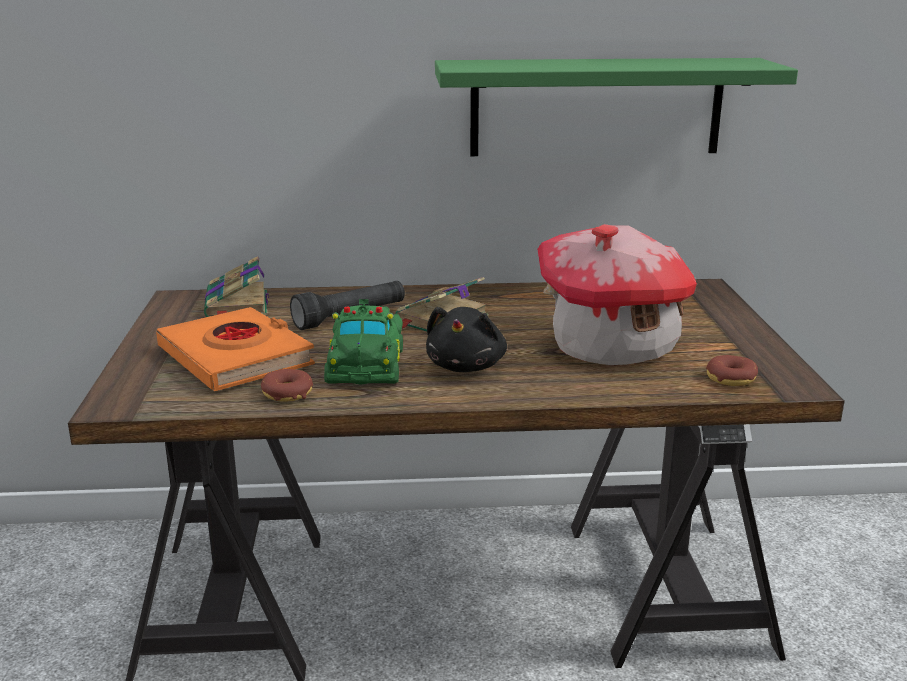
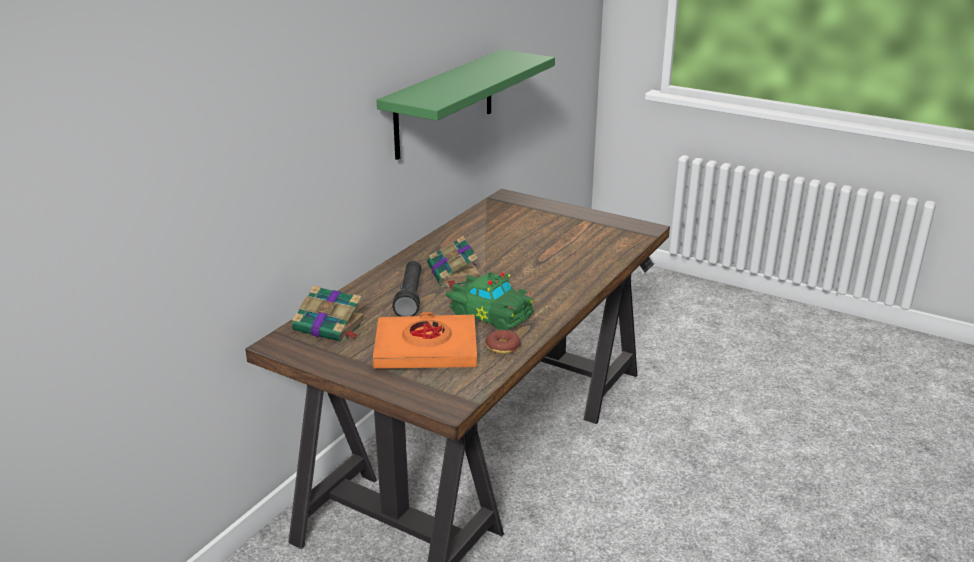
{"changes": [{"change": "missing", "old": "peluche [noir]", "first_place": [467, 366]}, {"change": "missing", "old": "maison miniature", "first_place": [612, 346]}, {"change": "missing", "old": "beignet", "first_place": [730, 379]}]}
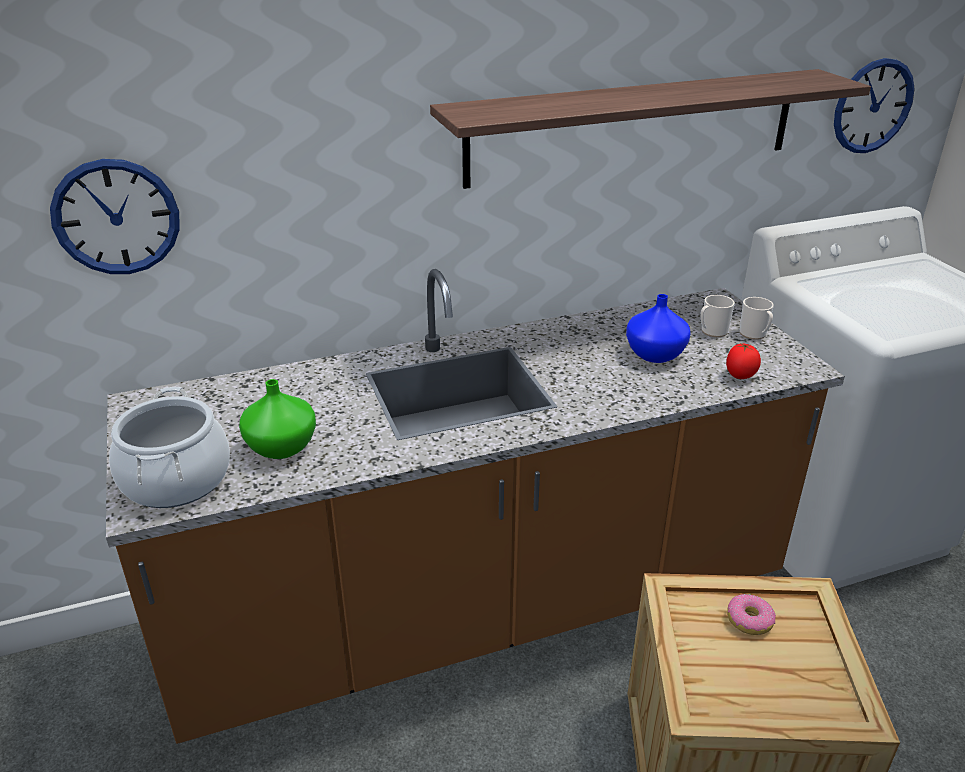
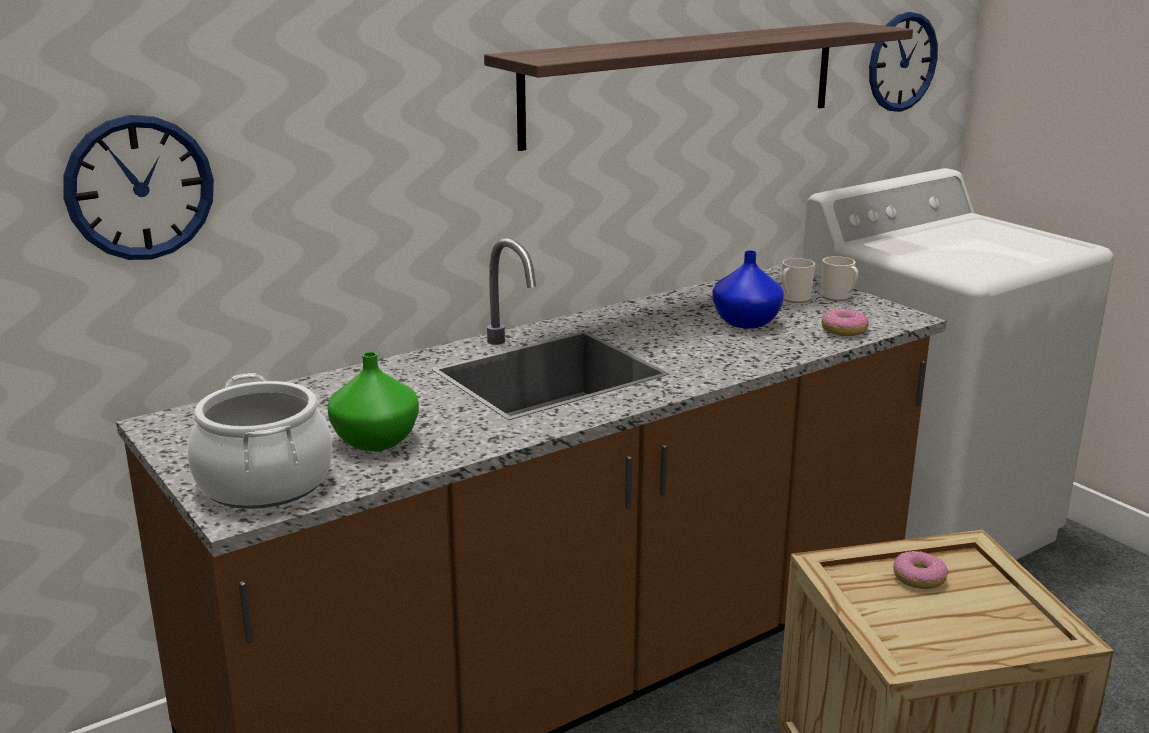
{"changes": [{"change": "exchanged", "old": "tomate", "new": "beignet", "first_place": [740, 376], "second_place": [844, 330]}]}
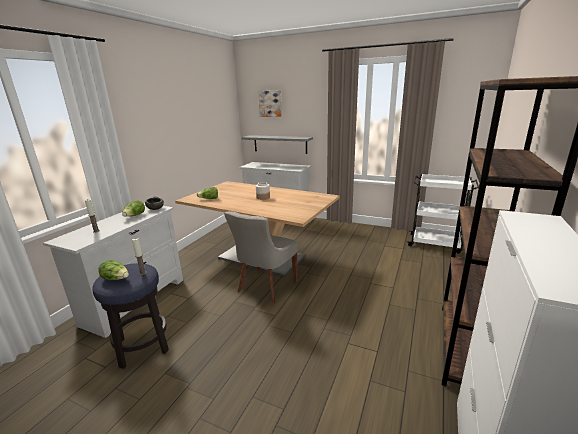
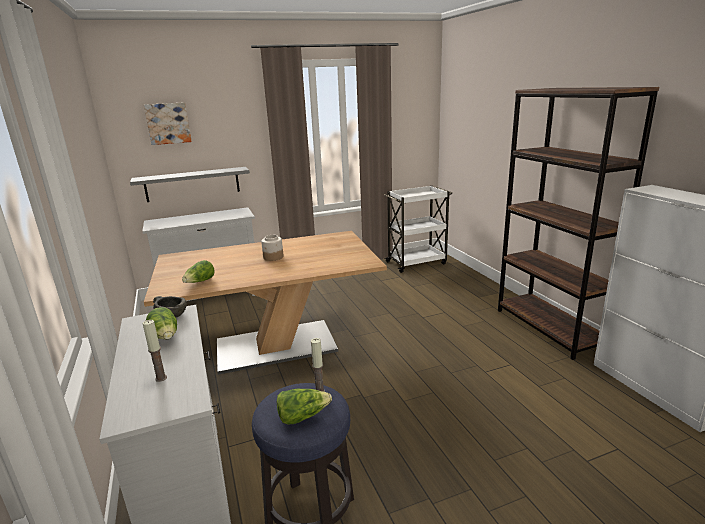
{"changes": [{"change": "missing", "old": "chaise [gris]", "first_place": [266, 286]}]}
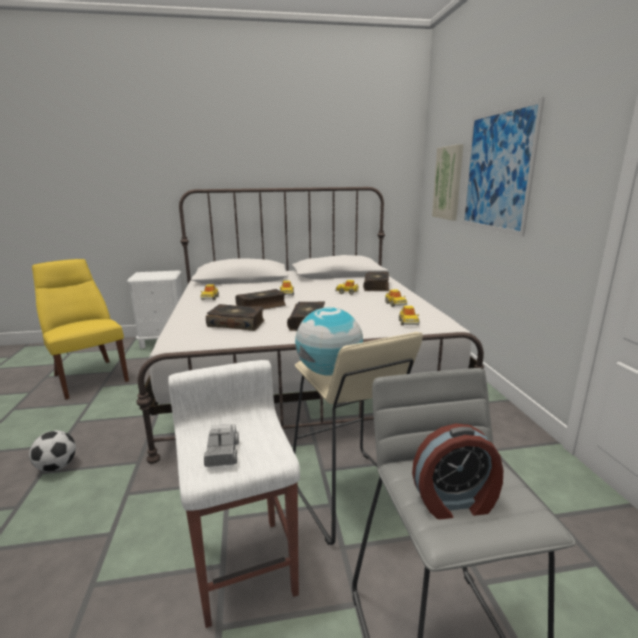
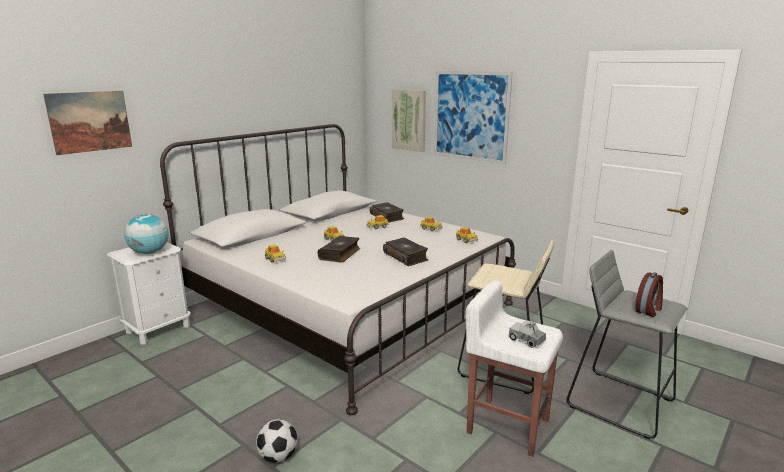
{"changes": [{"change": "missing", "old": "chaise [jaune]", "first_place": [89, 377]}, {"change": "missing", "old": "livre", "first_place": [236, 324]}, {"change": "appeared", "new": "tableau", "second_place": [90, 121]}, {"change": "relocated", "old": "globe", "first_place": [329, 371], "second_place": [149, 252]}]}
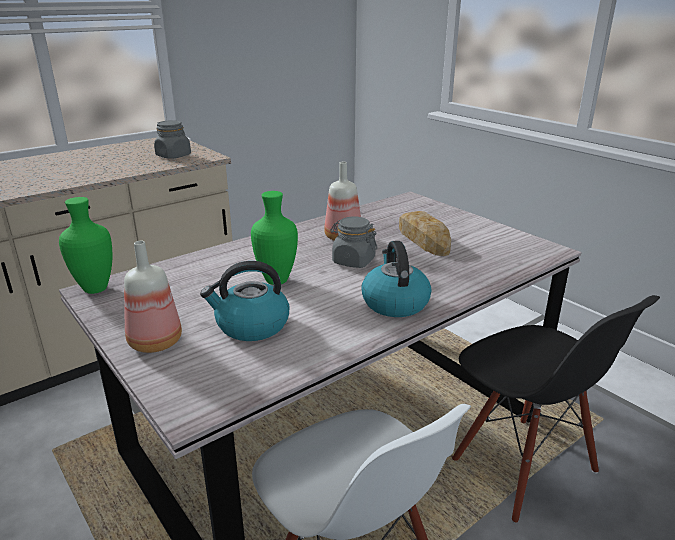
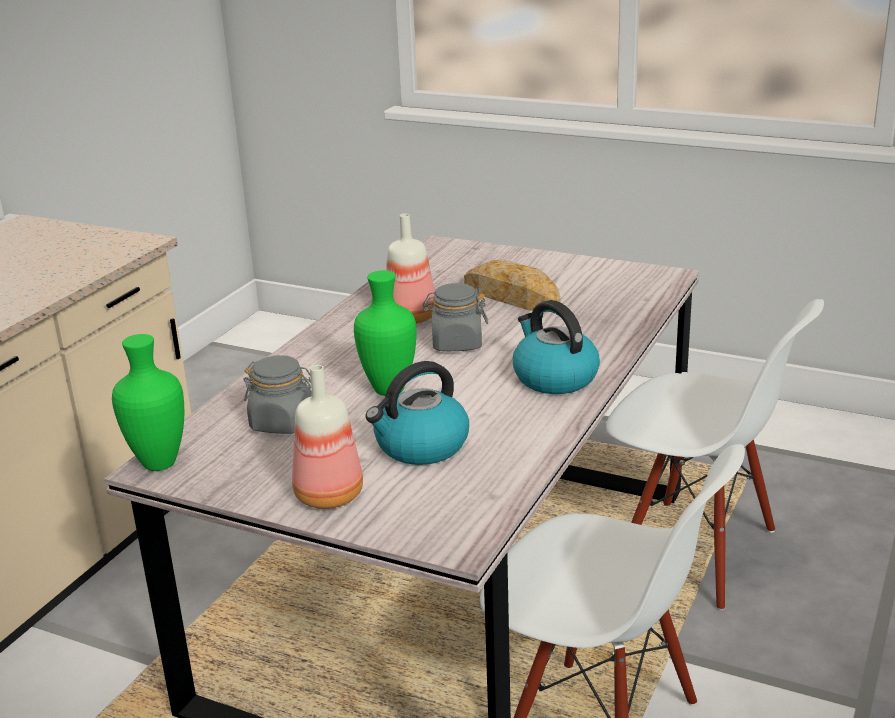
{"changes": [{"change": "relocated", "old": "bocal [gris]", "first_place": [174, 156], "second_place": [283, 422]}, {"change": "colour", "old": "chaise [noir]", "new": "chaise [blanc]", "first_place": [523, 467], "second_place": [696, 552]}]}
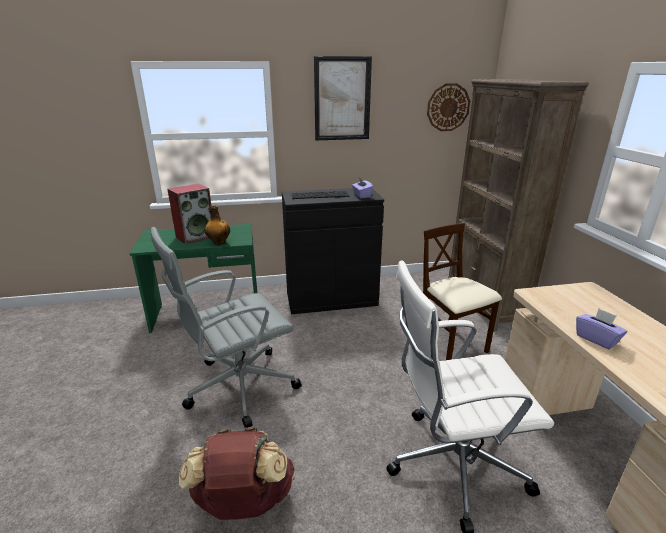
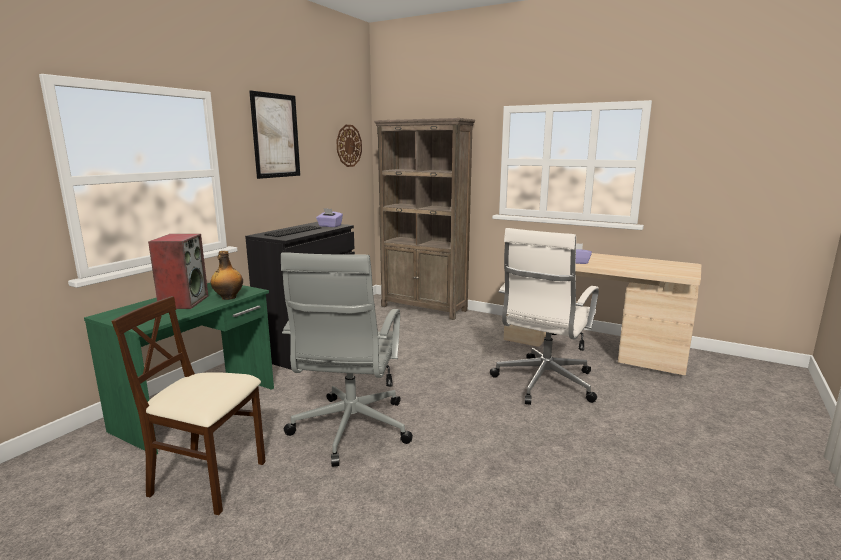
{"changes": [{"change": "missing", "old": "sac à dos [marron]", "first_place": [244, 502]}, {"change": "relocated", "old": "chaise [beige]", "first_place": [450, 345], "second_place": [209, 480]}]}
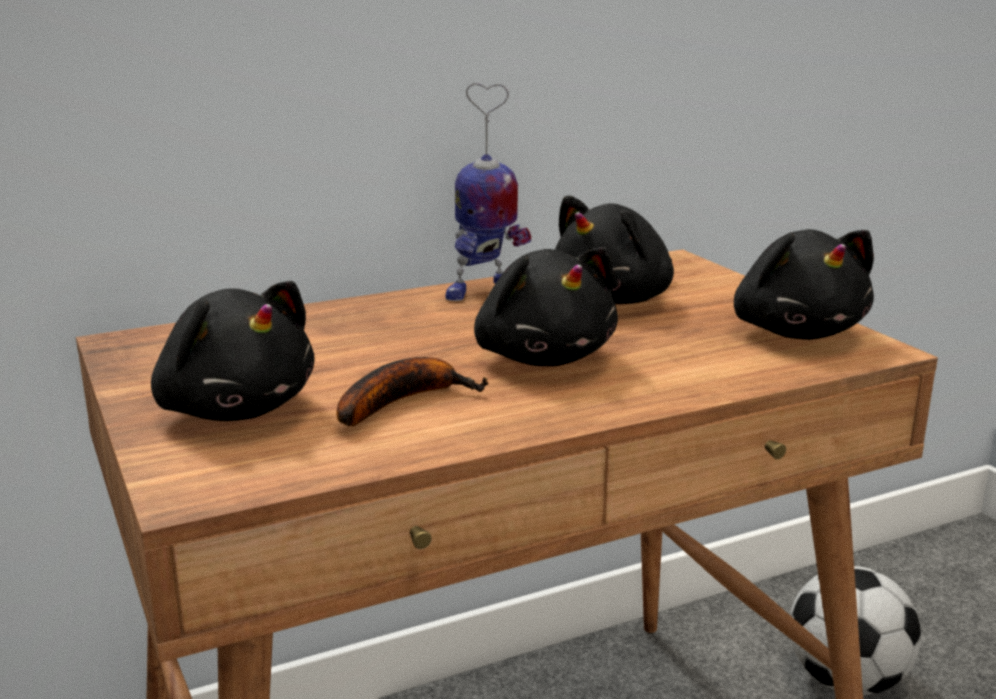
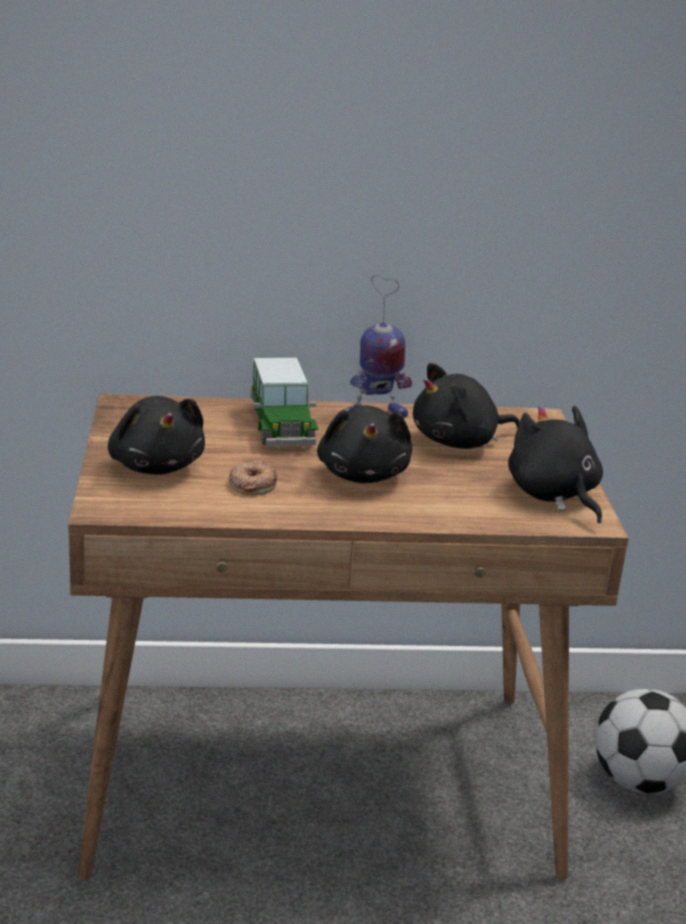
{"changes": [{"change": "appeared", "new": "petite voiture", "second_place": [281, 426]}, {"change": "exchanged", "old": "banane", "new": "beignet", "first_place": [403, 401], "second_place": [252, 484]}, {"change": "spun", "old": "peluche [noir]", "first_place": [796, 331], "second_place": [553, 496], "degrees": 150}]}
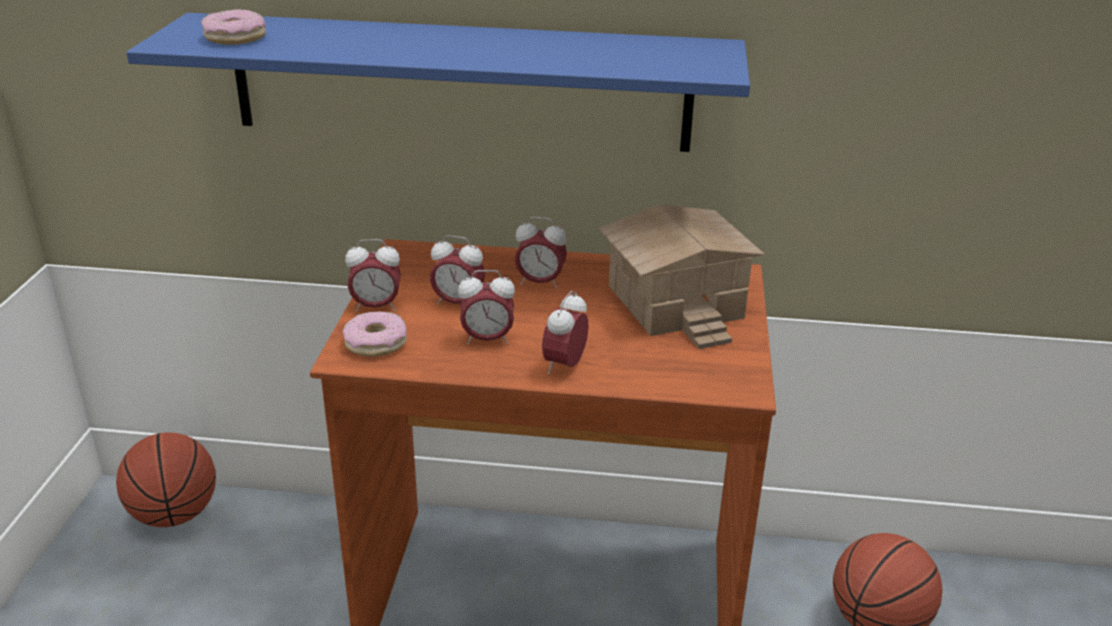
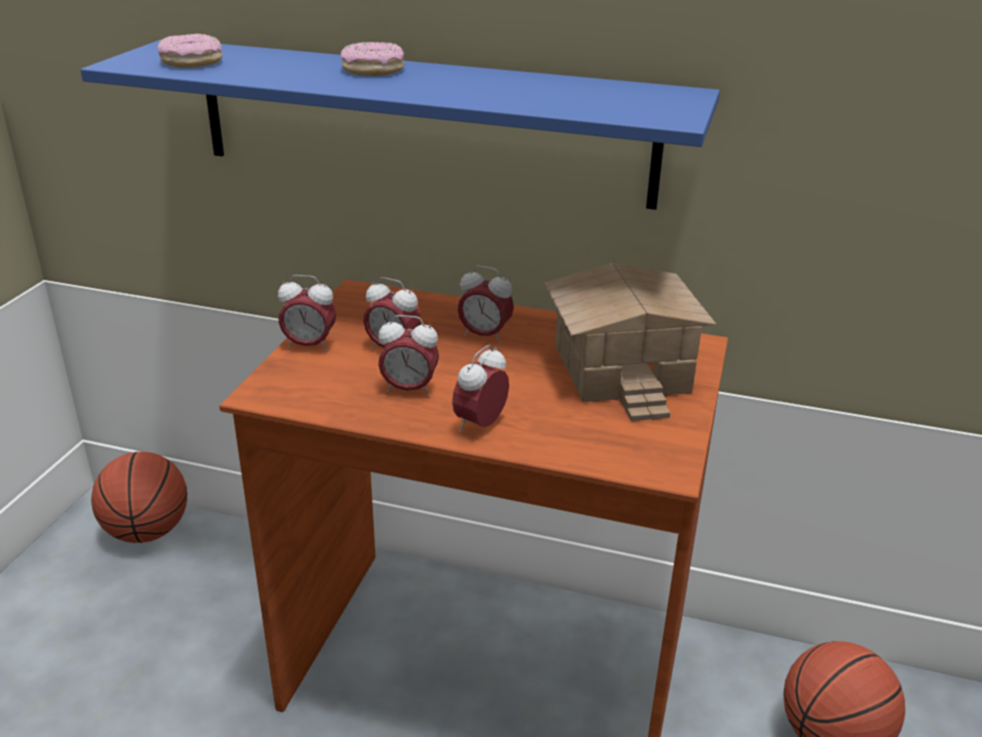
{"changes": [{"change": "relocated", "old": "beignet", "first_place": [376, 343], "second_place": [373, 70]}]}
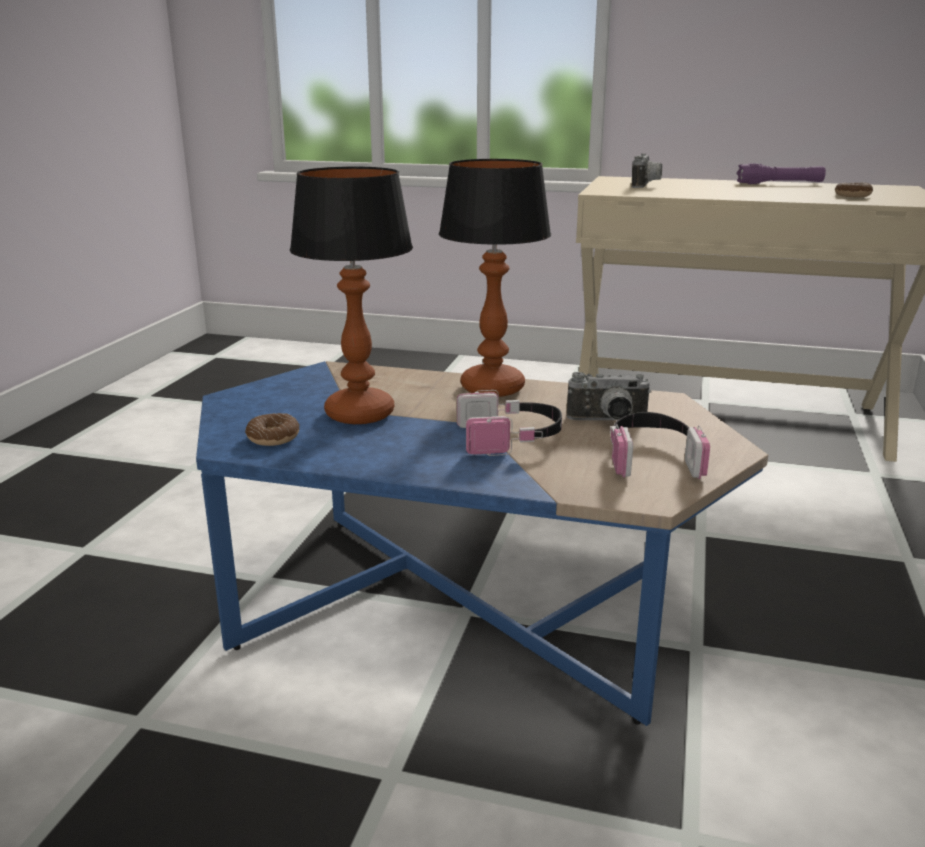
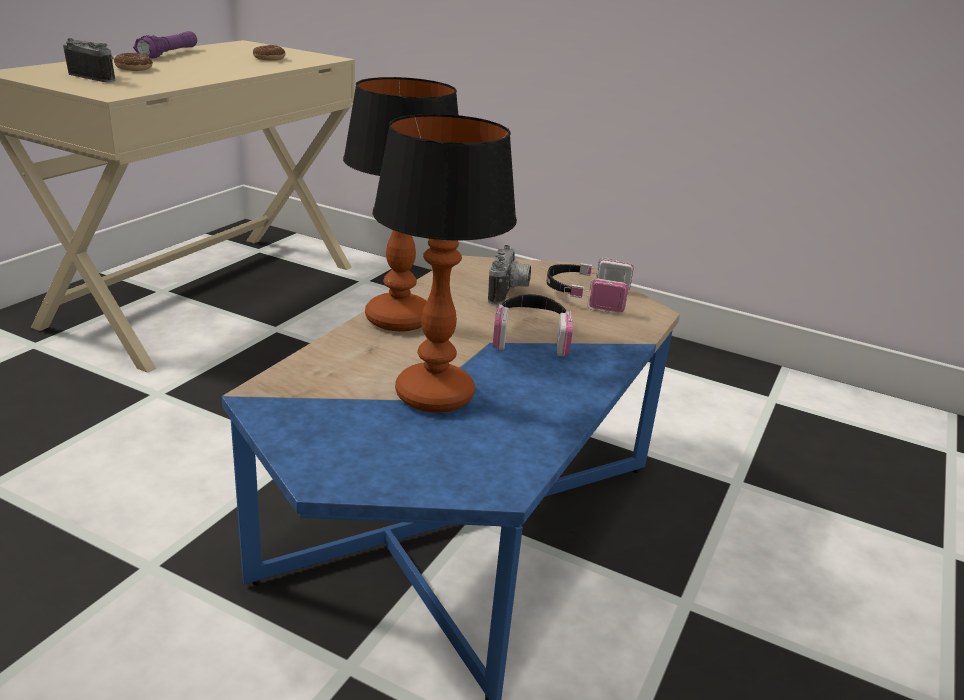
{"changes": [{"change": "relocated", "old": "beignet", "first_place": [273, 438], "second_place": [133, 68]}]}
